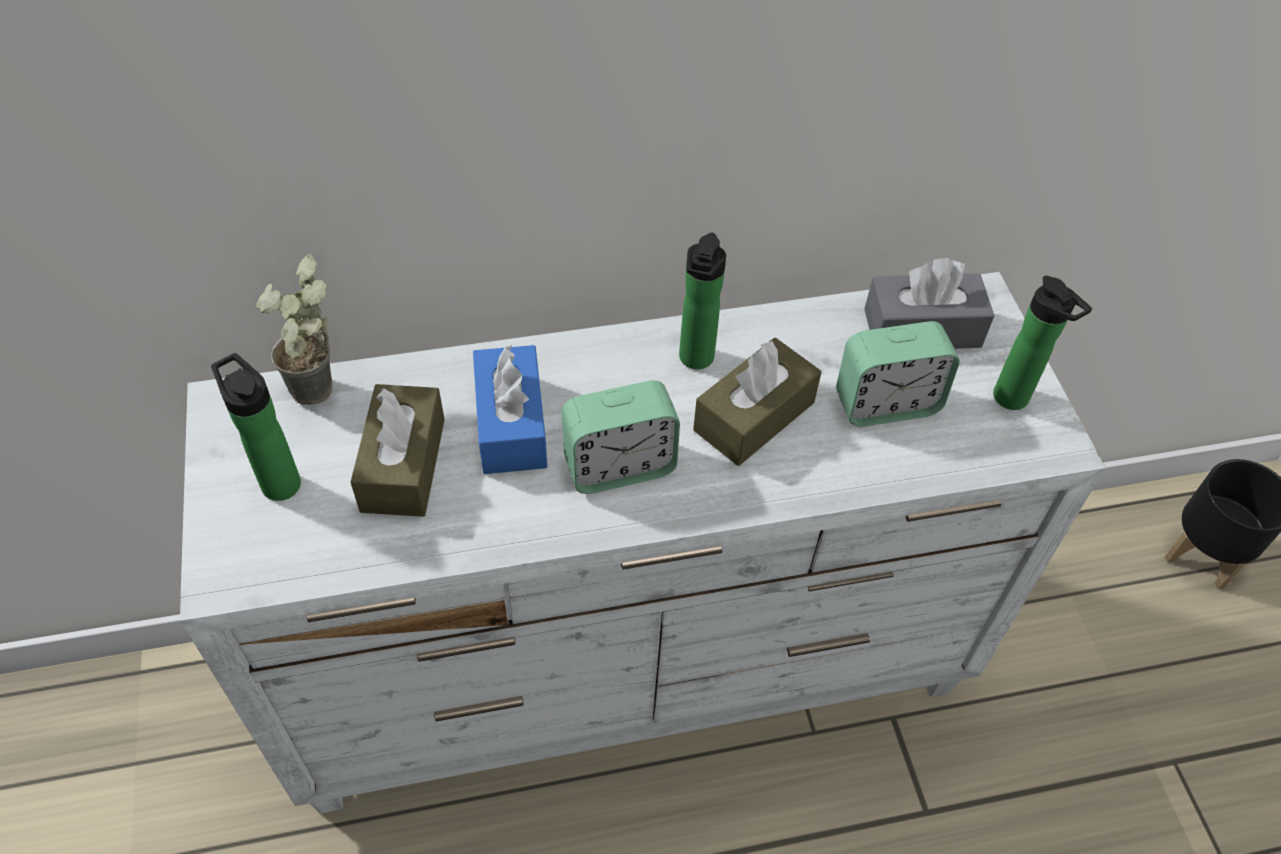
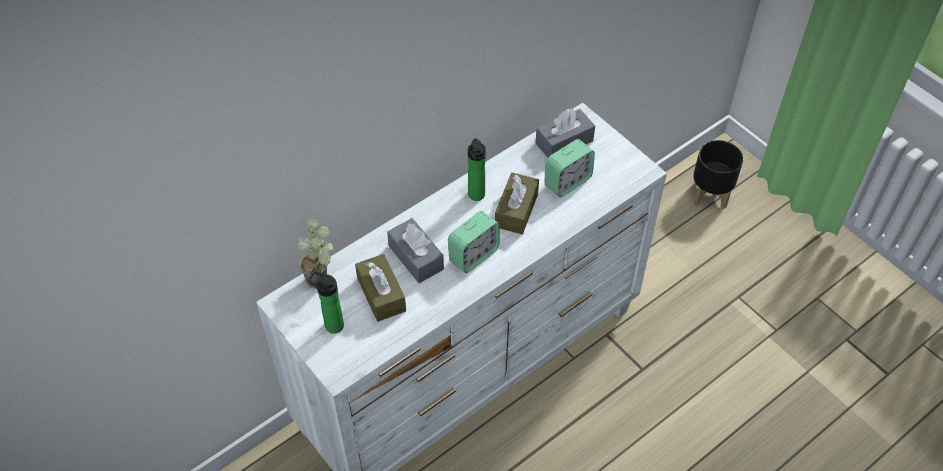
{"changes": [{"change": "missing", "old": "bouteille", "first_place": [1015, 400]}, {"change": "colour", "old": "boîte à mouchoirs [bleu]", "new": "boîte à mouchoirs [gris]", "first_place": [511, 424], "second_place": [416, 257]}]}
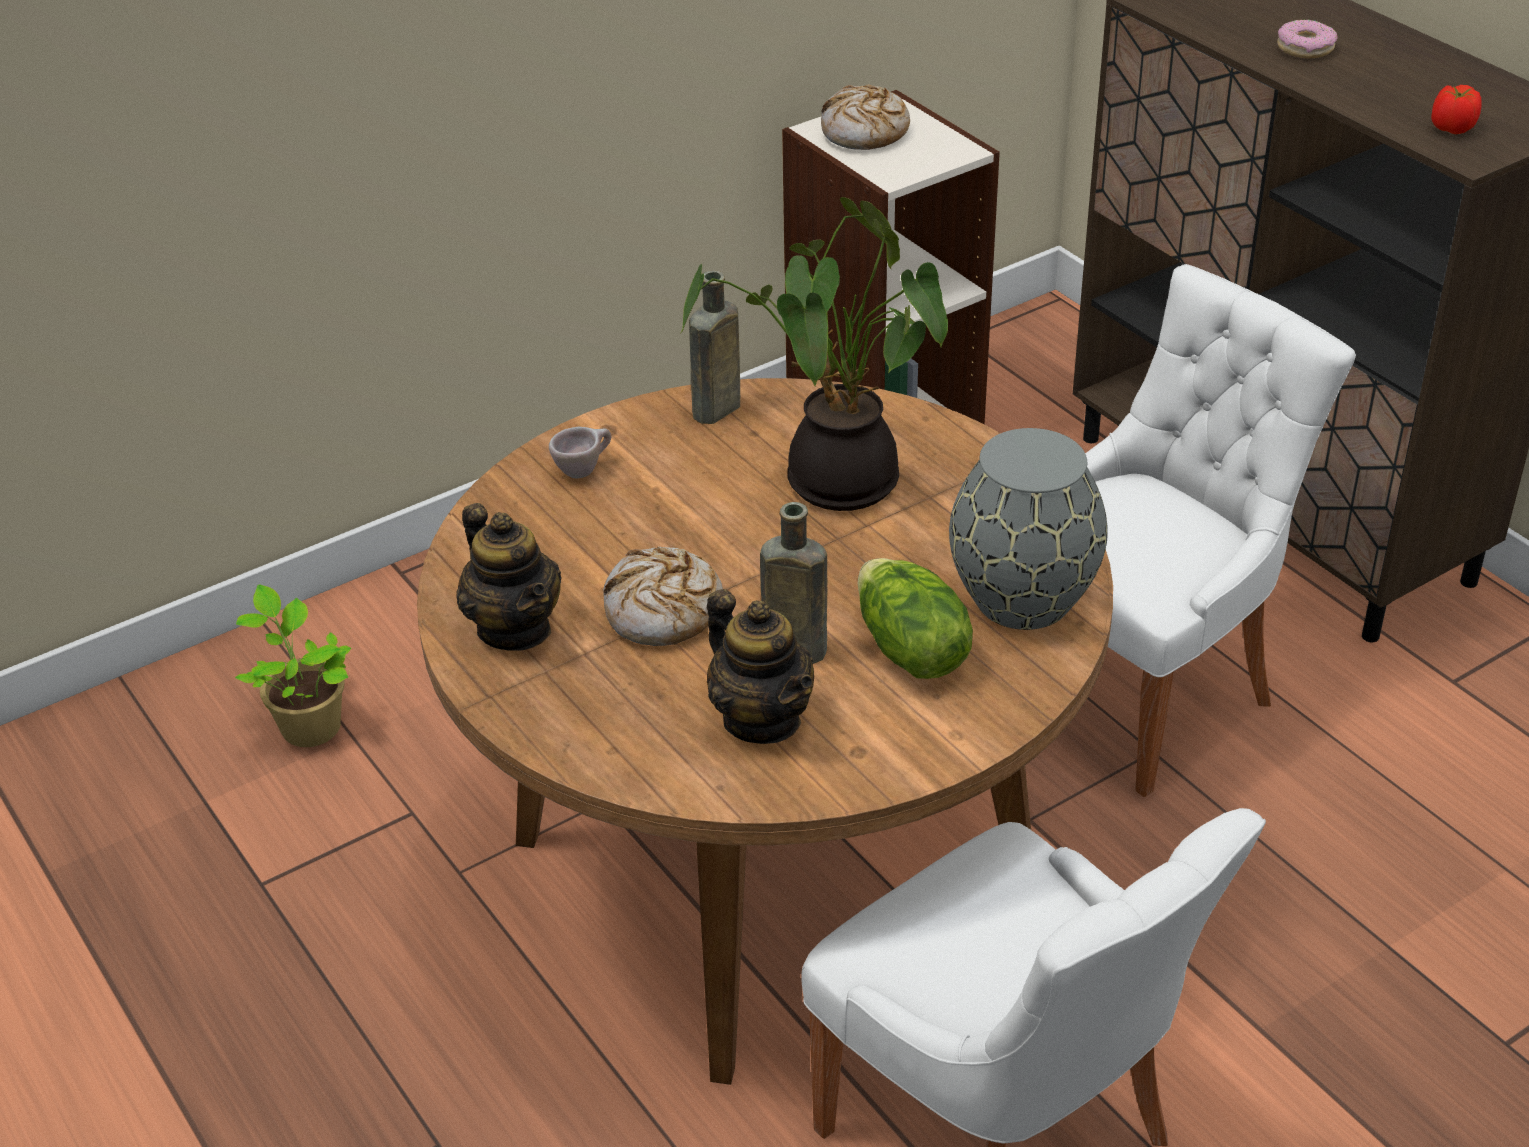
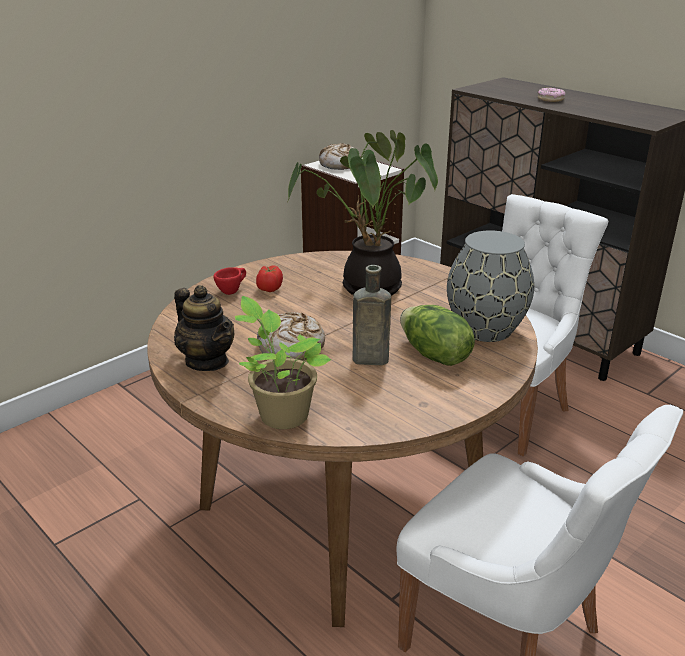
{"changes": [{"change": "missing", "old": "bouteille [marron]", "first_place": [714, 411]}, {"change": "missing", "old": "théière", "first_place": [762, 719]}, {"change": "relocated", "old": "plante en pot", "first_place": [308, 725], "second_place": [281, 414]}, {"change": "relocated", "old": "tomate", "first_place": [1451, 128], "second_place": [269, 289]}, {"change": "colour", "old": "tasse [beige]", "new": "tasse [rouge]", "first_place": [583, 470], "second_place": [232, 291]}]}
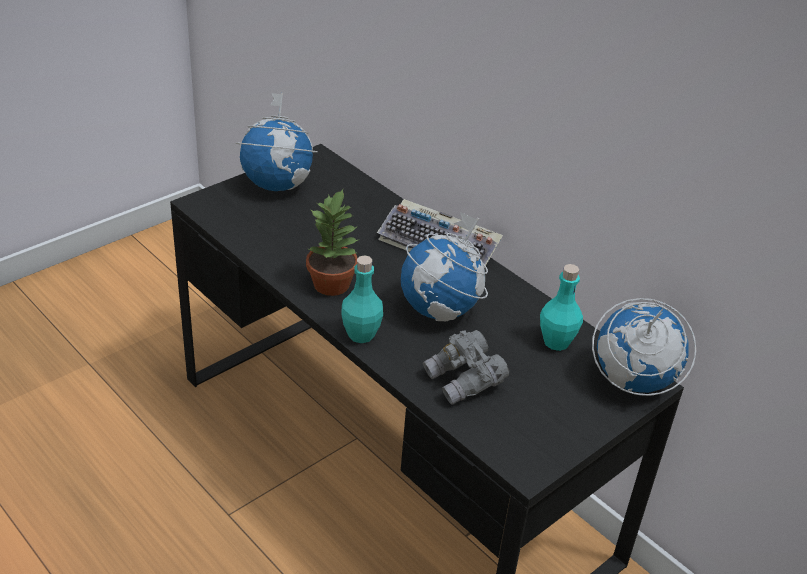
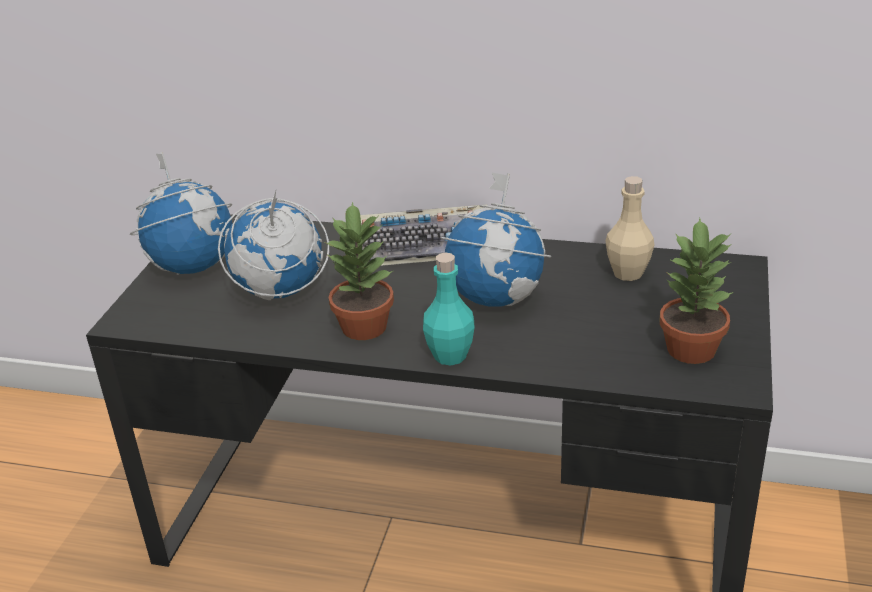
{"changes": [{"change": "missing", "old": "jumelles [gris]", "first_place": [464, 381]}, {"change": "appeared", "new": "plante en pot", "second_place": [692, 349]}, {"change": "relocated", "old": "globe", "first_place": [632, 381], "second_place": [279, 292]}, {"change": "colour", "old": "bouteille [turquoise]", "new": "bouteille [beige]", "first_place": [556, 342], "second_place": [627, 273]}]}
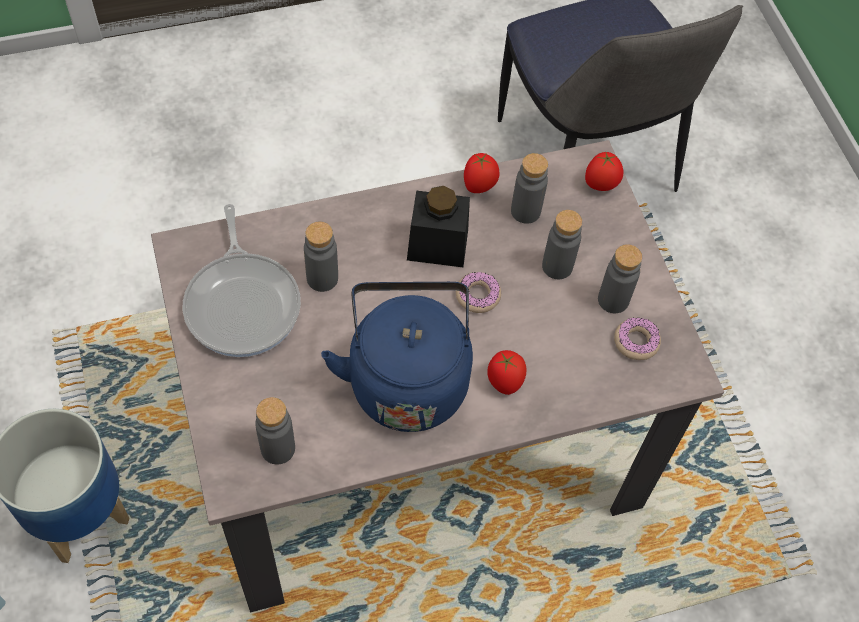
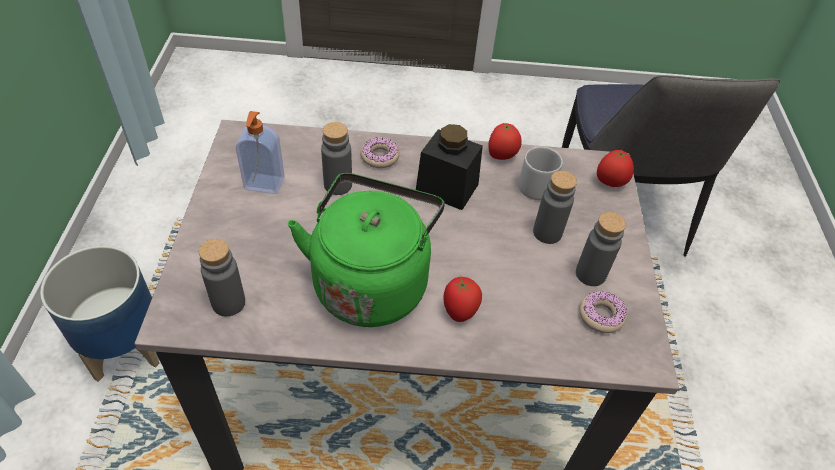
{"changes": [{"change": "relocated", "old": "beignet", "first_place": [478, 295], "second_place": [380, 157]}, {"change": "exchanged", "old": "poêle", "new": "distributeur de savon", "first_place": [243, 303], "second_place": [264, 184]}, {"change": "exchanged", "old": "bouteille [gris]", "new": "mug [gris]", "first_place": [525, 211], "second_place": [535, 184]}, {"change": "colour", "old": "bouilloire [bleu]", "new": "bouilloire [vert]", "first_place": [407, 378], "second_place": [371, 281]}]}
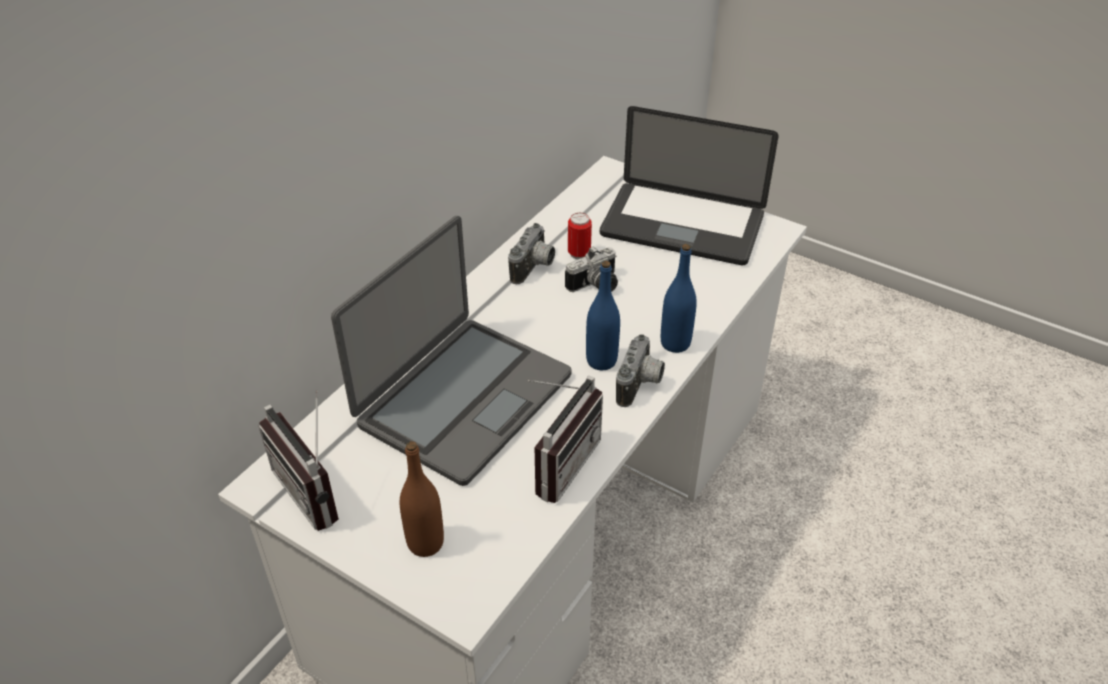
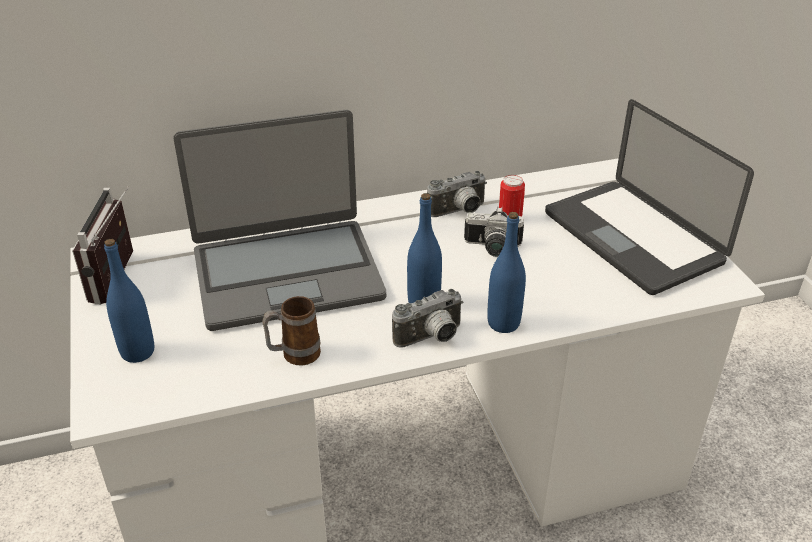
{"changes": [{"change": "exchanged", "old": "radio", "new": "mug", "first_place": [558, 462], "second_place": [294, 355]}, {"change": "colour", "old": "bouteille [marron]", "new": "bouteille [bleu]", "first_place": [425, 543], "second_place": [137, 352]}]}
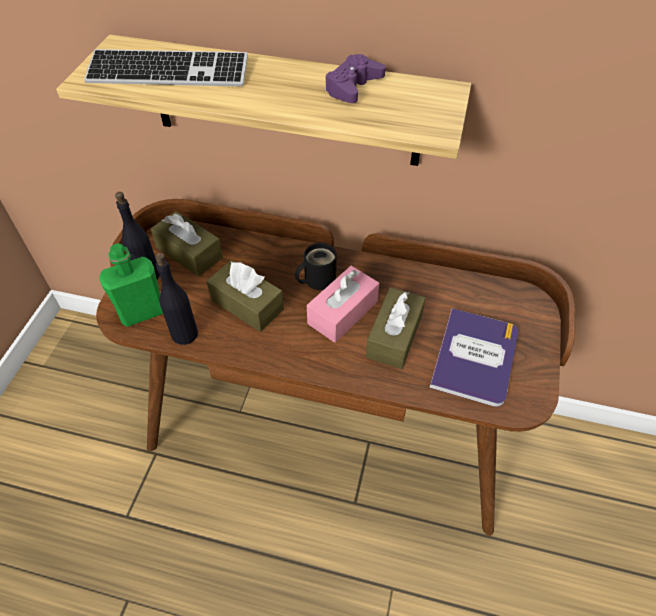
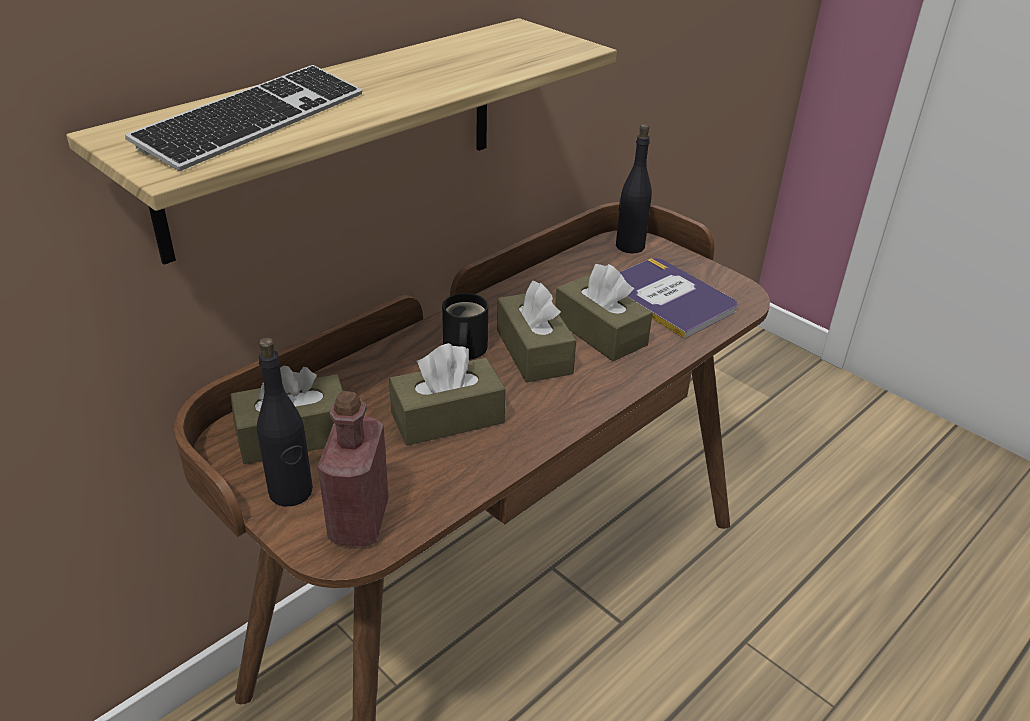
{"changes": [{"change": "missing", "old": "manette [violet]", "first_place": [353, 86]}, {"change": "relocated", "old": "bouteille [noir]", "first_place": [184, 334], "second_place": [629, 246]}, {"change": "colour", "old": "bouteille [vert]", "new": "bouteille [rouge]", "first_place": [142, 312], "second_place": [359, 520]}, {"change": "colour", "old": "boîte à mouchoirs [rose]", "new": "boîte à mouchoirs [marron]", "first_place": [342, 312], "second_place": [534, 352]}]}
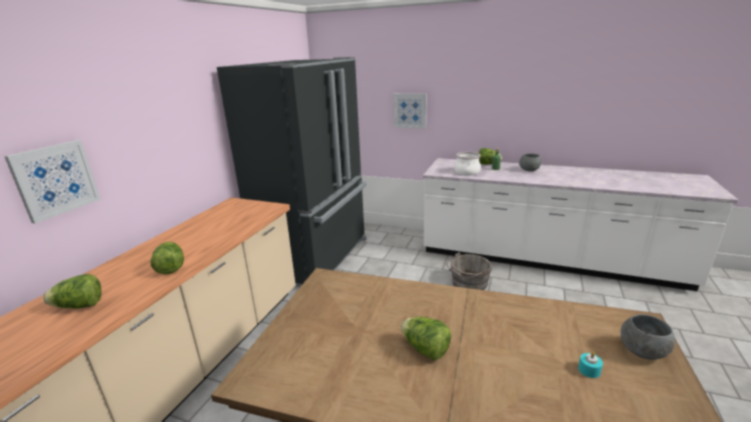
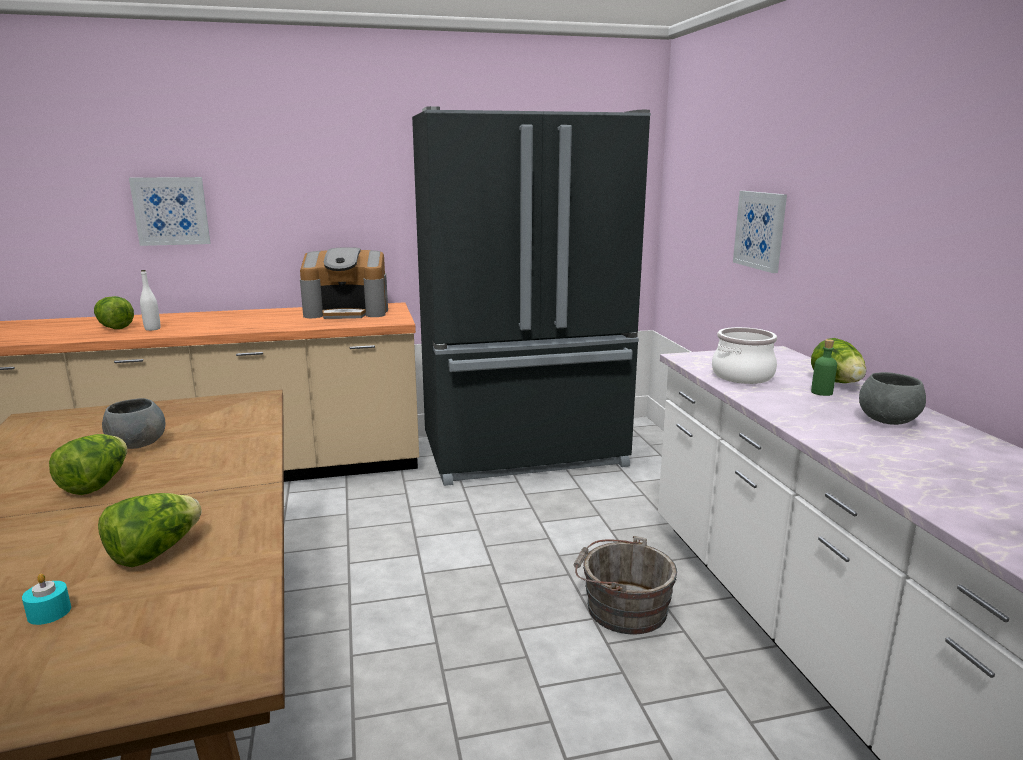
{"changes": [{"change": "appeared", "new": "bouteille [blanc]", "second_place": [152, 329]}, {"change": "appeared", "new": "machine à café", "second_place": [347, 312]}, {"change": "relocated", "old": "laitue", "first_place": [171, 268], "second_place": [154, 552]}, {"change": "relocated", "old": "bol [gris]", "first_place": [642, 351], "second_place": [137, 445]}]}
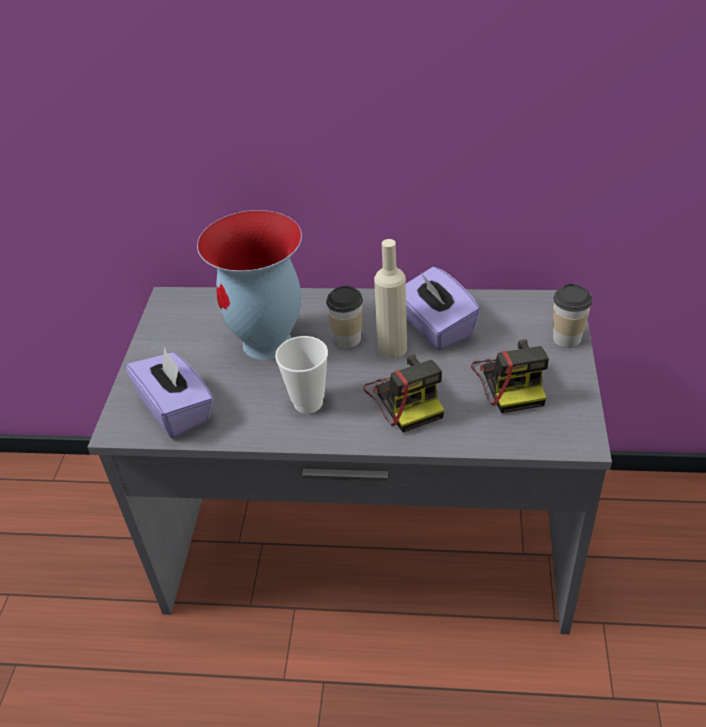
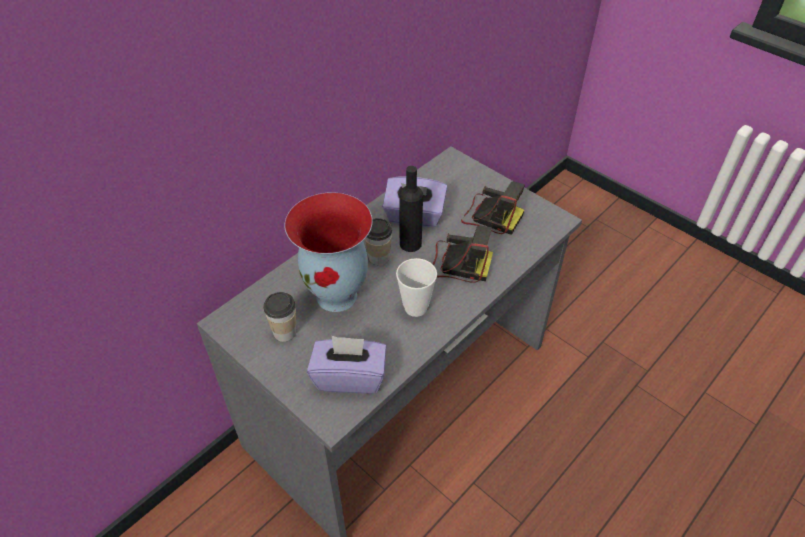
{"changes": [{"change": "relocated", "old": "tasse", "first_place": [567, 338], "second_place": [284, 332]}, {"change": "colour", "old": "bouteille [beige]", "new": "bouteille [noir]", "first_place": [392, 348], "second_place": [410, 244]}]}
